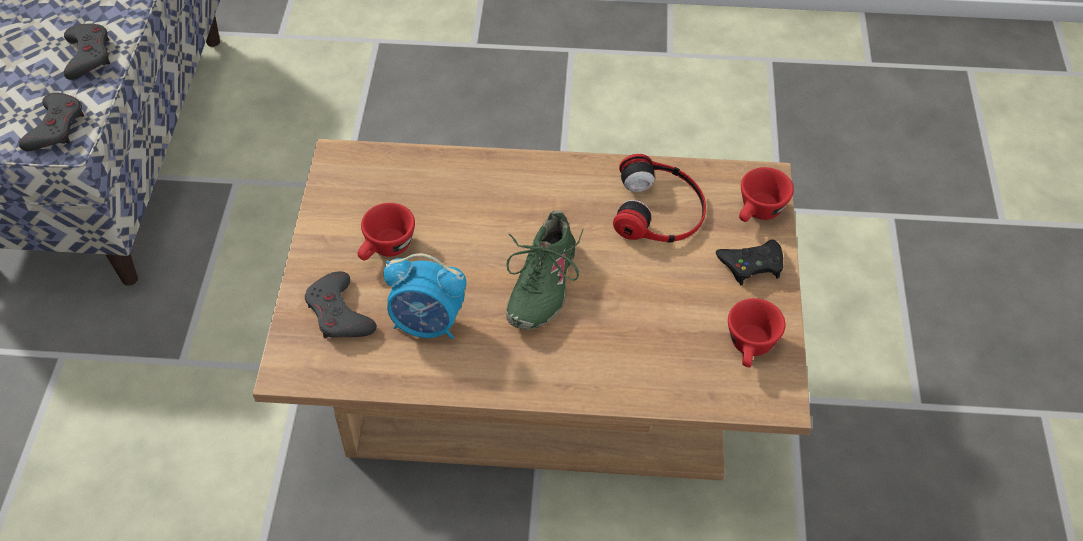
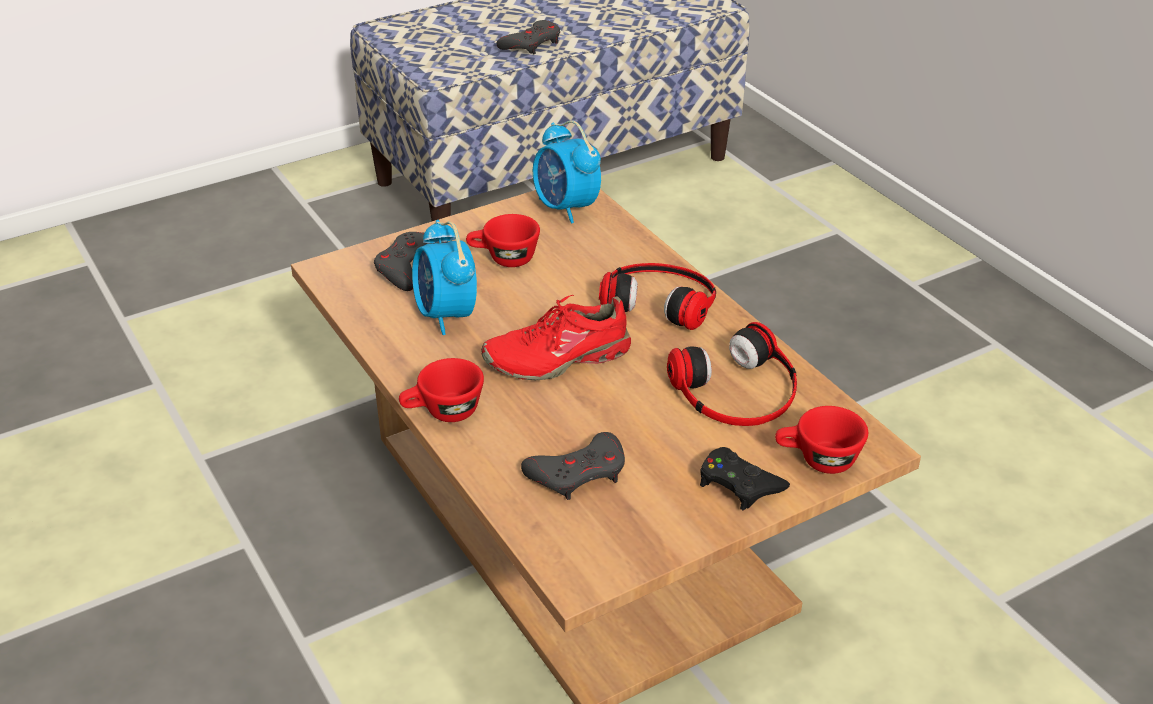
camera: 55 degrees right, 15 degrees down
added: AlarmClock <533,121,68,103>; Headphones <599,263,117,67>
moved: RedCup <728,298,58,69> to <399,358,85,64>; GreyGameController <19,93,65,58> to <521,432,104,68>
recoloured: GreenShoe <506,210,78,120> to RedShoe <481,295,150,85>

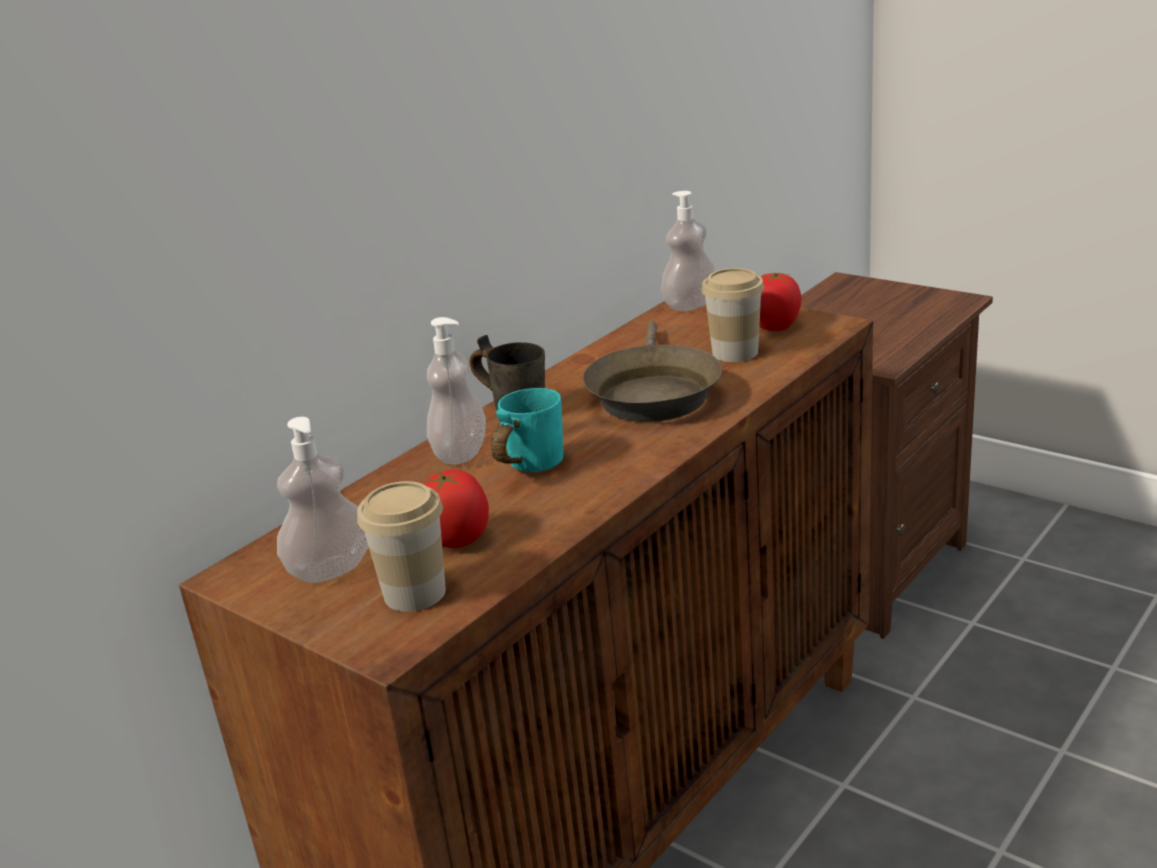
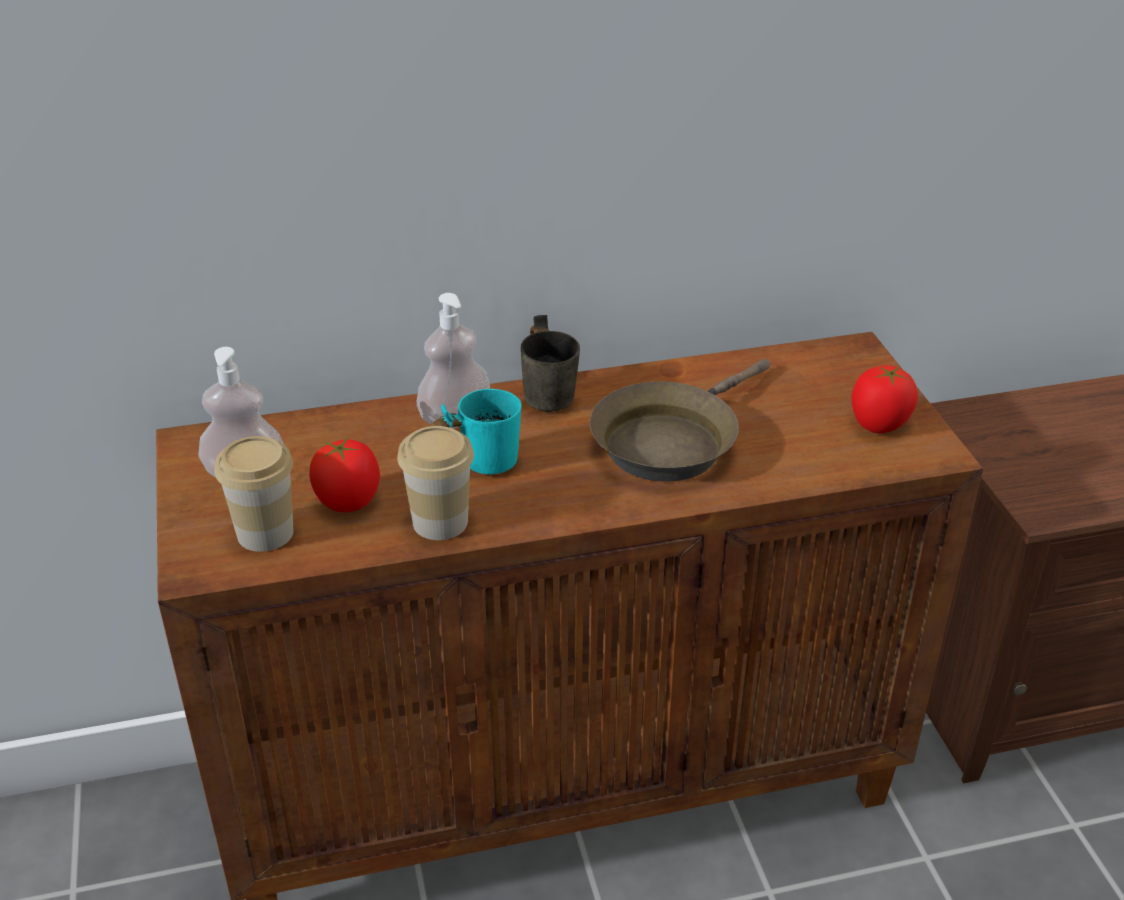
camera: 35 degrees right, 10 degrees up
removed: SoapDispenser <661,191,54,120>
moved: Cup <702,268,62,94> to <397,426,77,114>

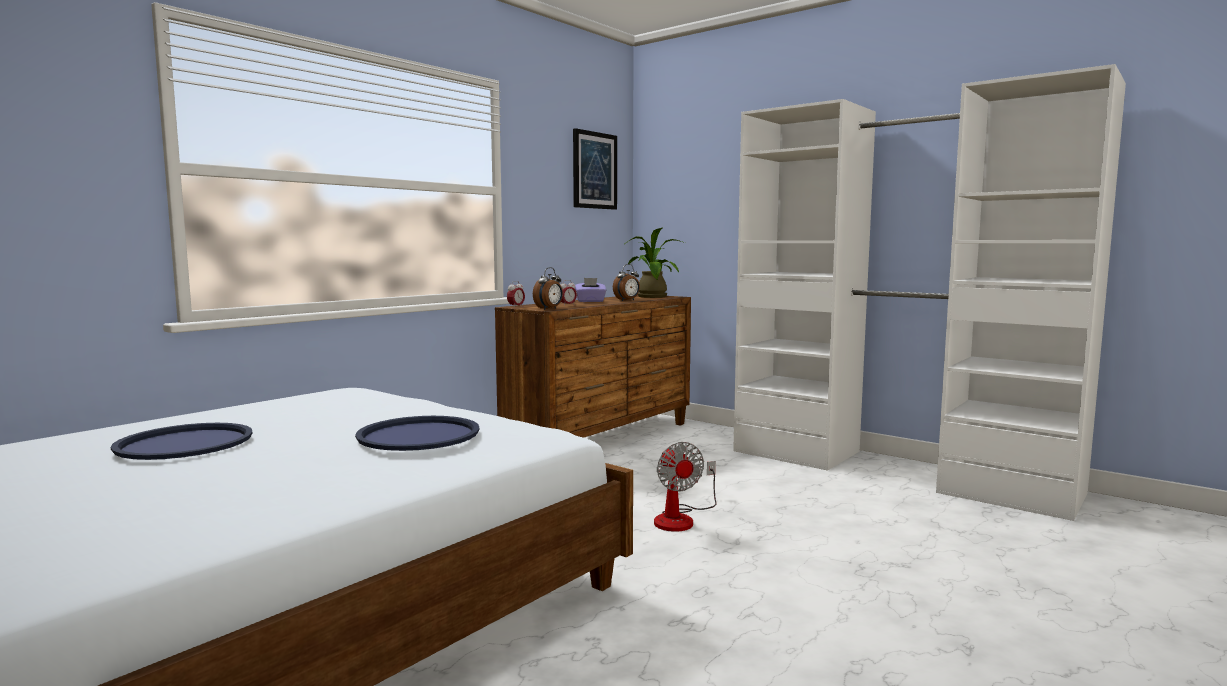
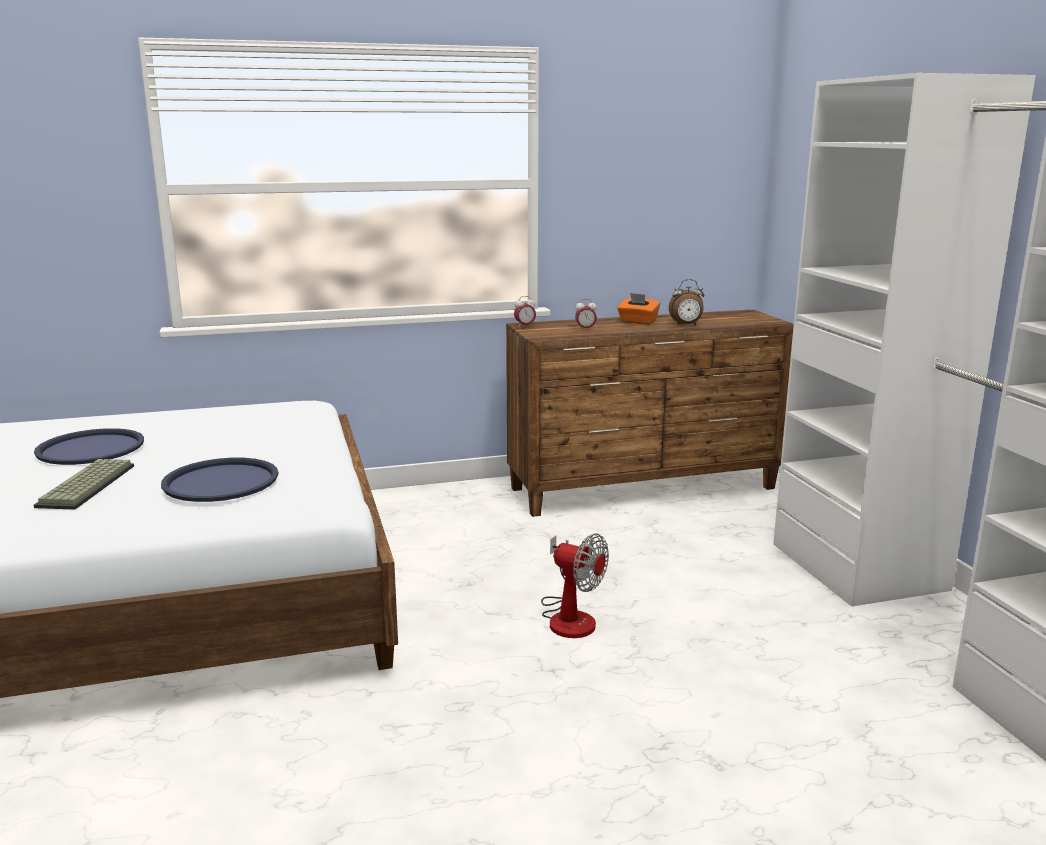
camera: 35 degrees right, 10 degrees up
removed: AlarmClock <533,267,30,43>; Picture <573,128,44,82>; PottedPlant <626,228,59,70>
added: Keyboard <34,459,100,50>
recoloured: PurpleTissueBox <575,278,31,24> to OrangeTissueBox <617,293,43,32>
turned: Fan <654,442,63,90> = <541,533,68,105> 75 degrees counterclockwise

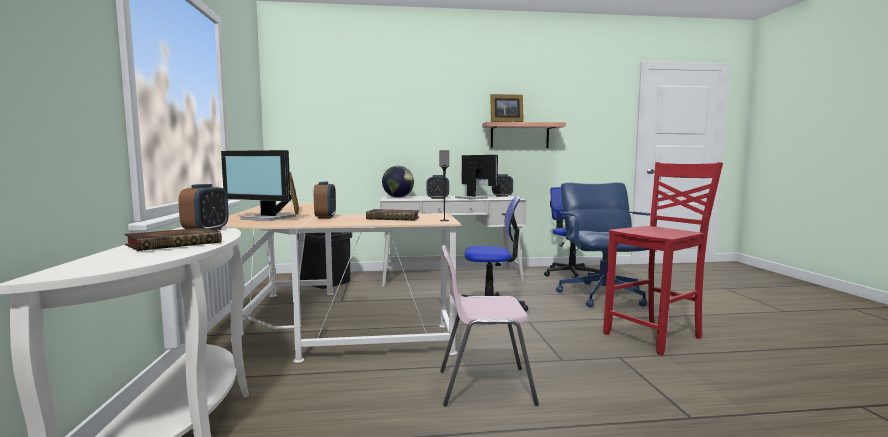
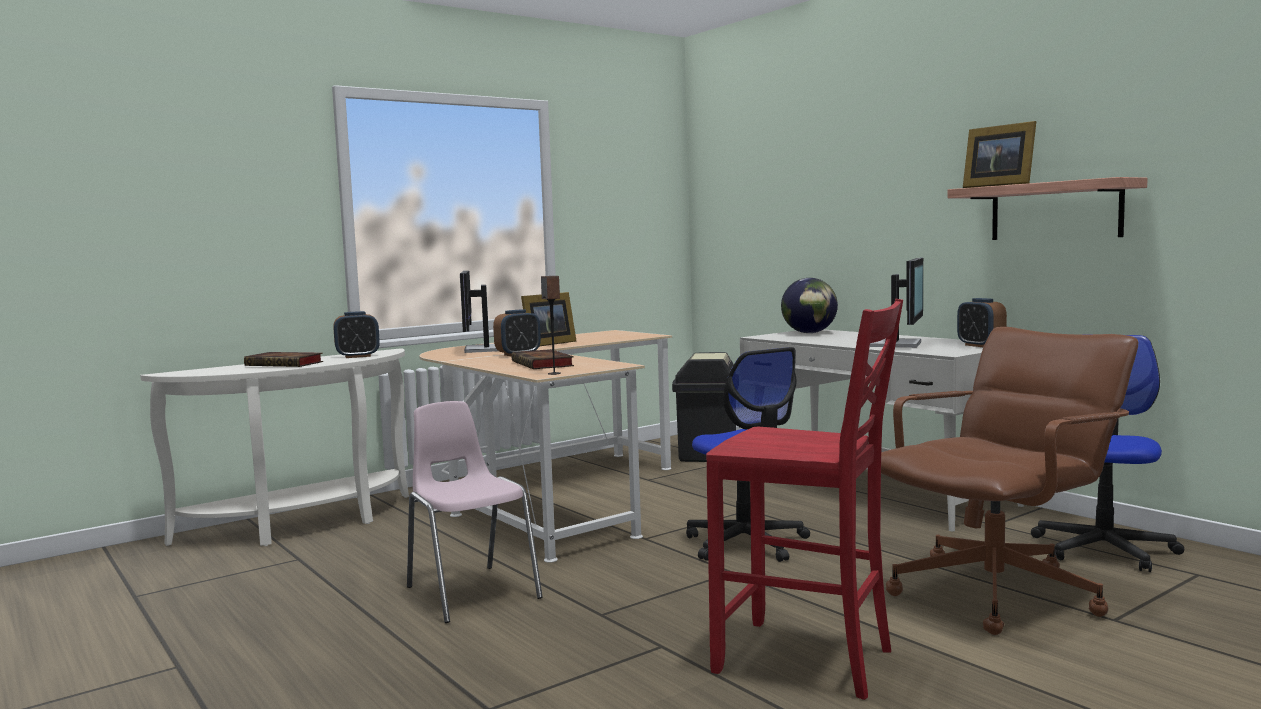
camera: 60 degrees right, 0 degrees up
removed: AlarmClock <427,175,22,24>
recoloured: BlueOfficeChair <556,182,101,125> to BrownOfficeChair <881,327,257,308>

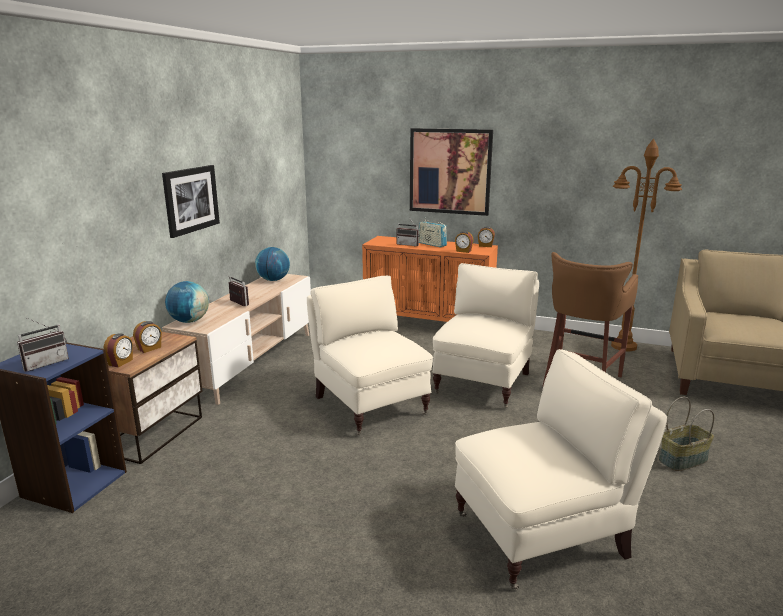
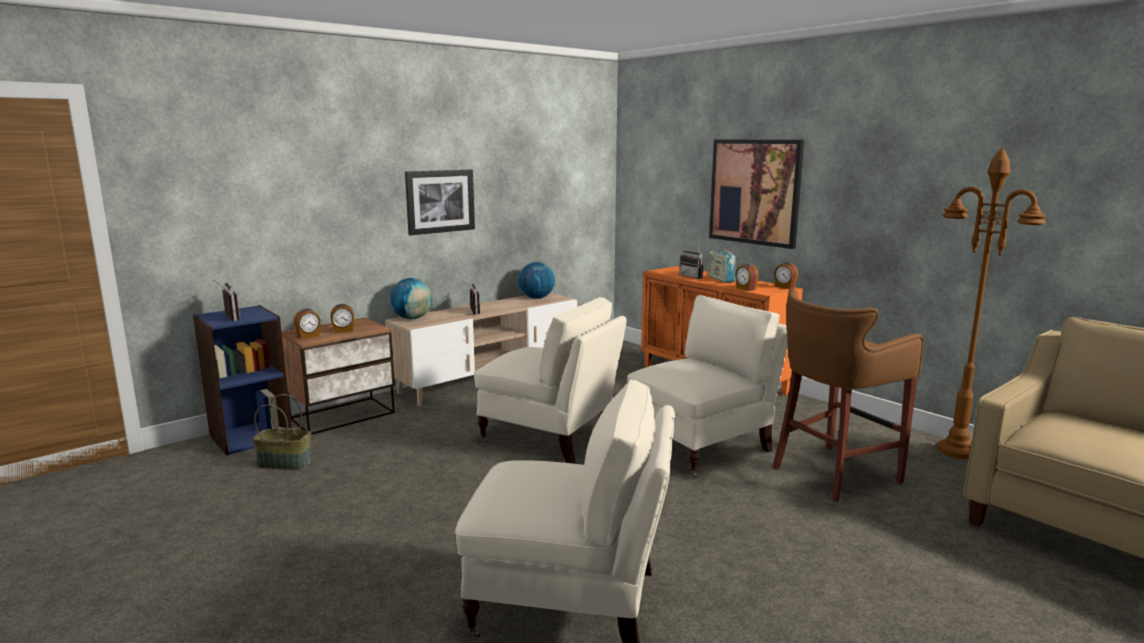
camera: 30 degrees right, 5 degrees down
moved: Basket <659,397,55,74> to <252,394,61,76>
turned: Radio <17,318,52,54> = <212,279,28,42> 105 degrees counterclockwise; BeigeArmchair <307,276,126,159> = <474,297,153,167> 120 degrees clockwise

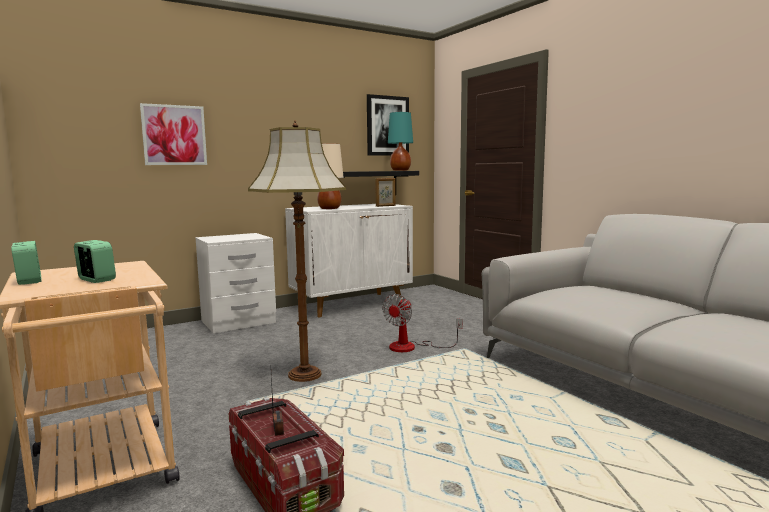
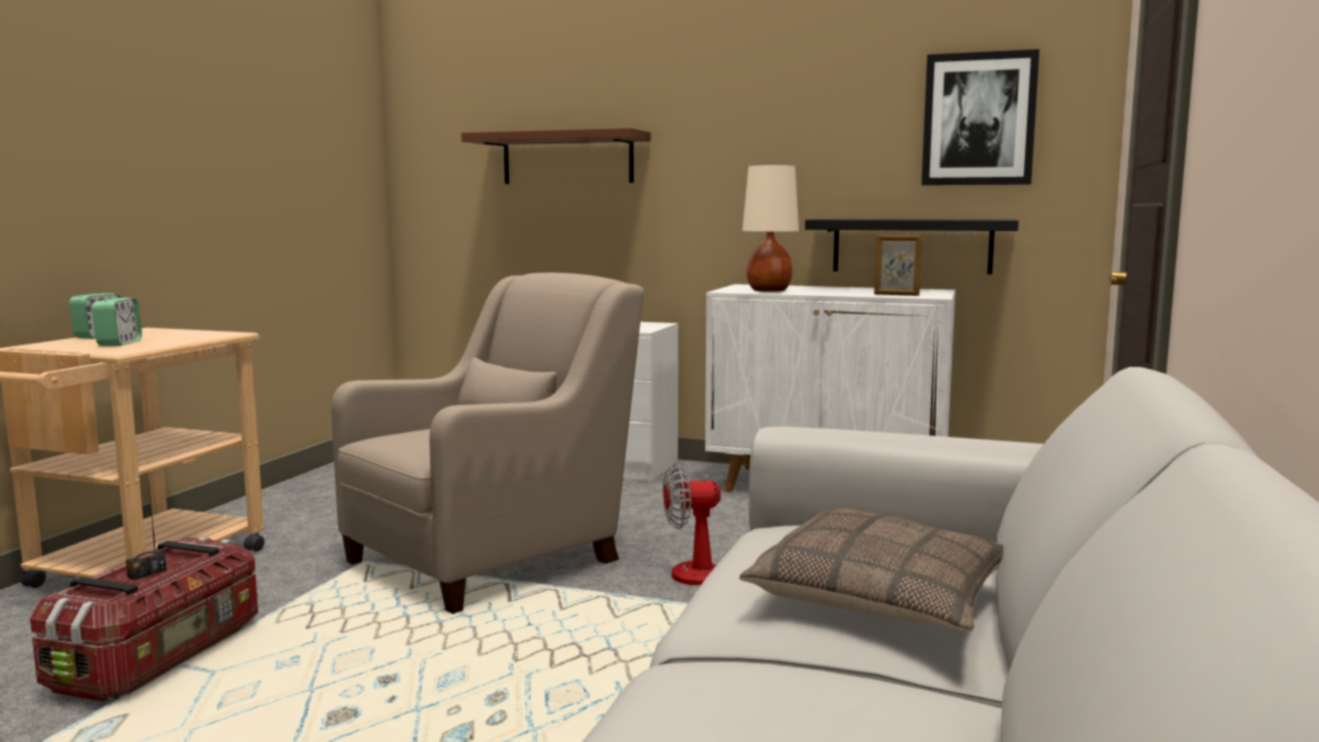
camera: 50 degrees right, 0 degrees up
removed: TurquoiseTableLamp <388,112,25,59>
added: Pillow <739,507,264,125>
replaced: FloorLamp <248,121,98,261> to BeigeArmchair <331,273,313,341>; Picture <140,103,67,62> to BrownShelf <461,128,190,56>

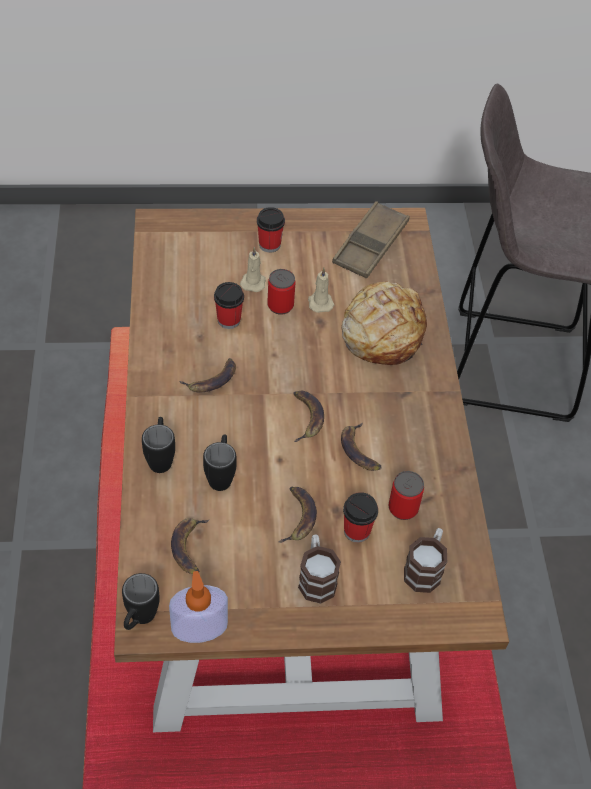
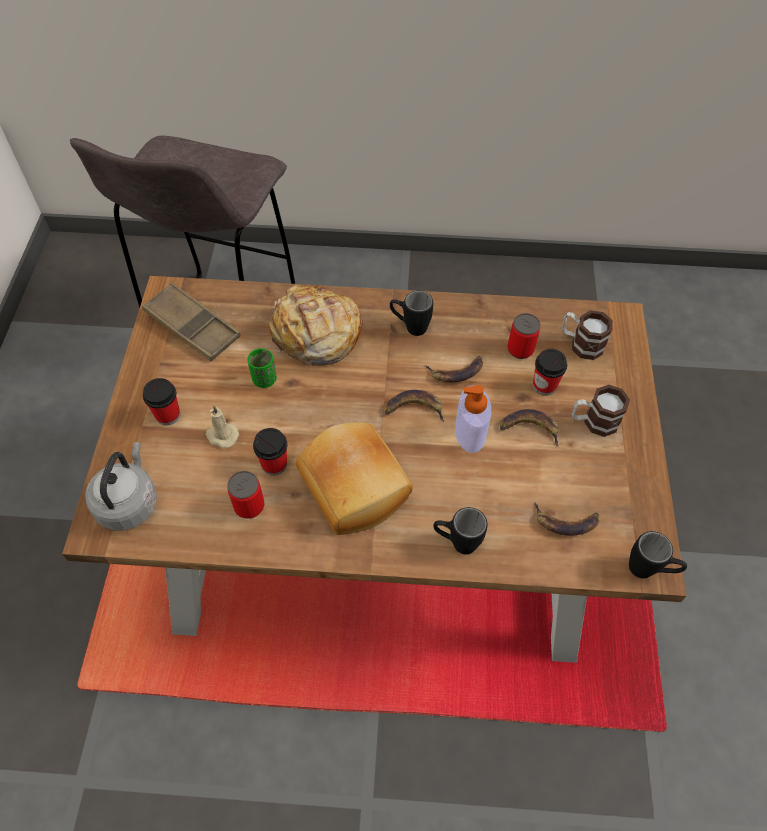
camera: 80 degrees left, 5 degrees up
added: GreyKettle <85,442,72,89>
moved: Can <267,269,28,46> to <228,471,36,48>; BlackMug <203,435,34,56> to <390,291,43,45>; SoapDispenser <169,571,59,72> to <455,385,36,68>
replaced: BeigeCandle <308,268,26,45> to GreenCup <247,348,30,40>; Banana <179,358,57,34> to Bread <296,422,117,113>

